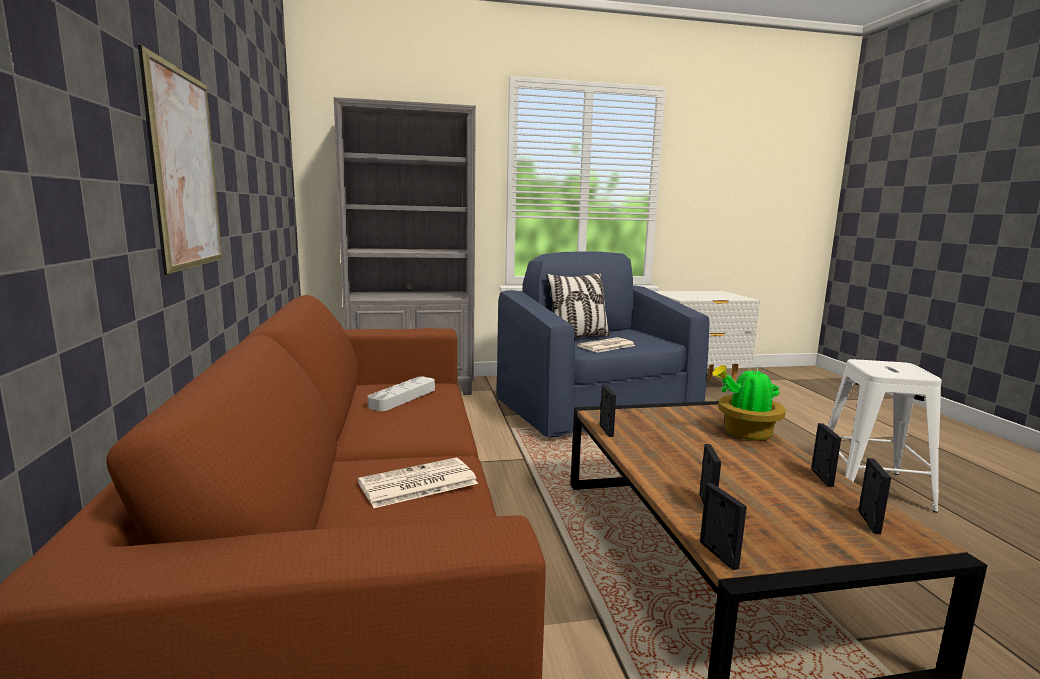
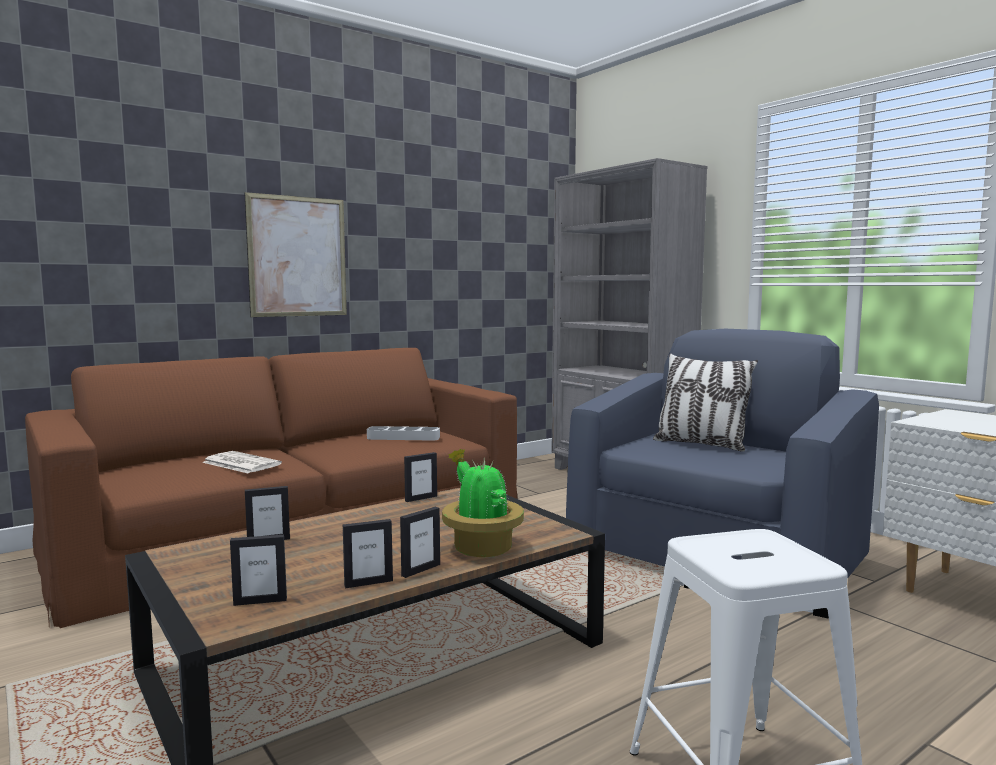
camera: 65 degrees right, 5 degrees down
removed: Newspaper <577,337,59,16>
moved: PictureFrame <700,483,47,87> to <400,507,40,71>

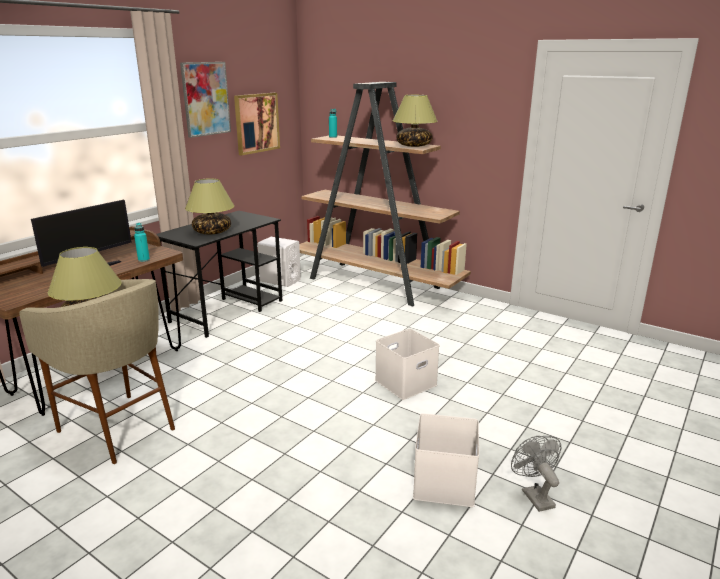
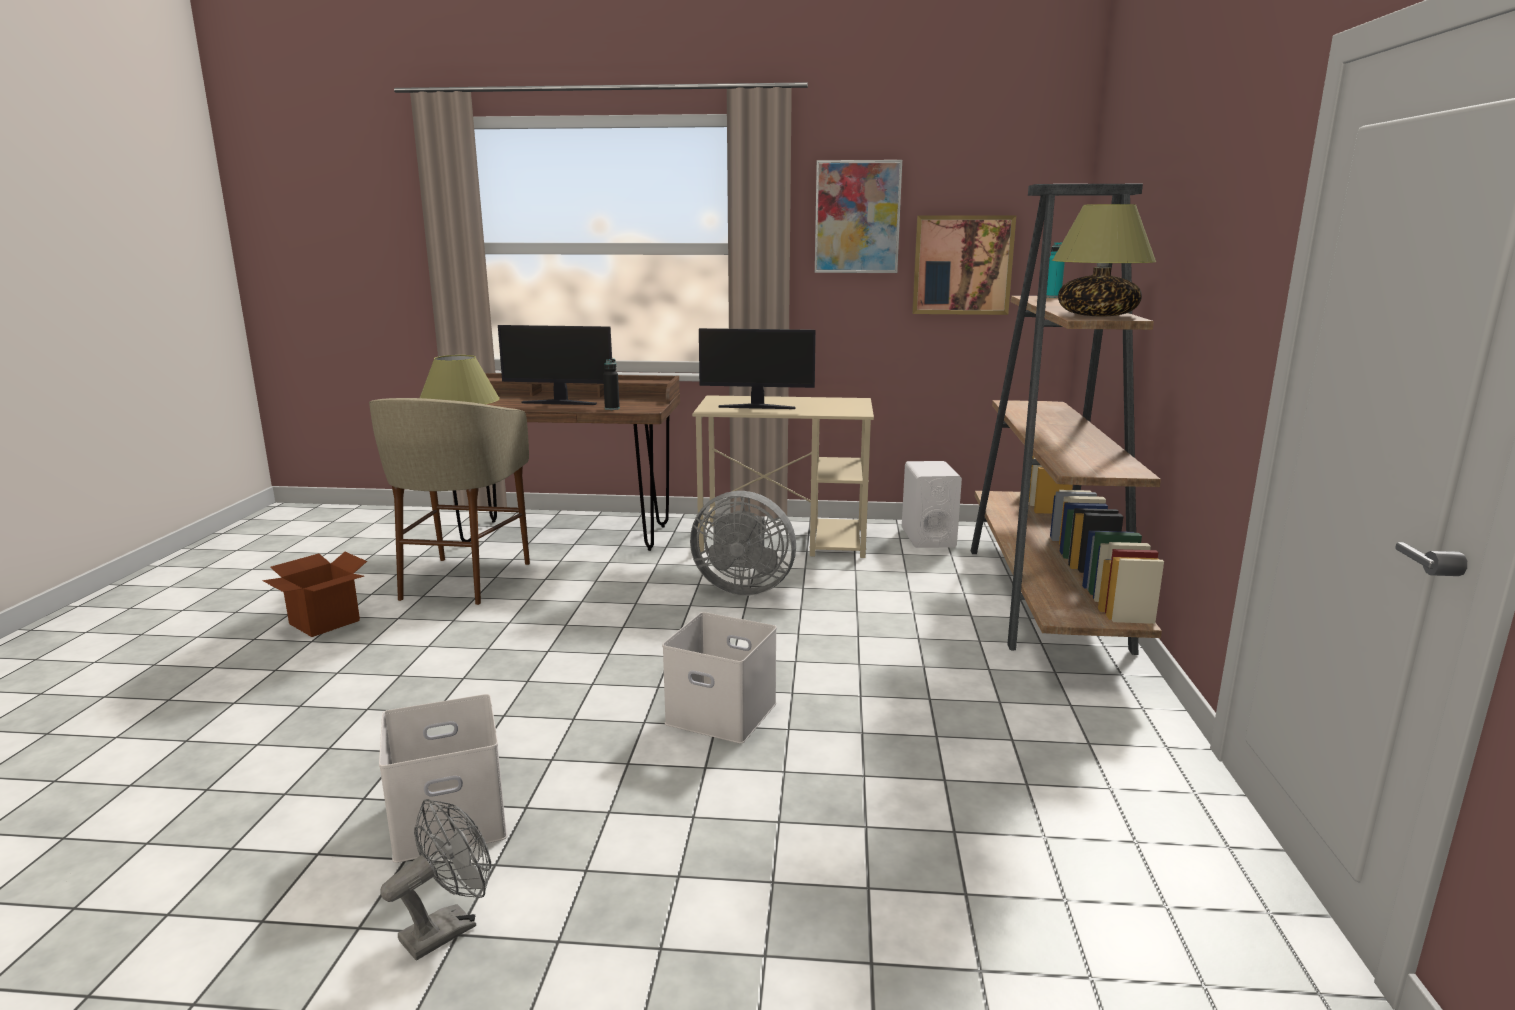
camera: 60 degrees right, 5 degrees down
added: CardboardBox <262,552,105,85>; GreyFan <690,491,106,105>
replaced: TableLamp <185,178,49,56> to Monitor <699,328,117,81>
recoloured: TurquoiseBottle <134,223,16,39> to BlackBottle <603,359,17,51>; BlackDesk <156,211,126,127> to BeigeDesk <692,395,182,163>

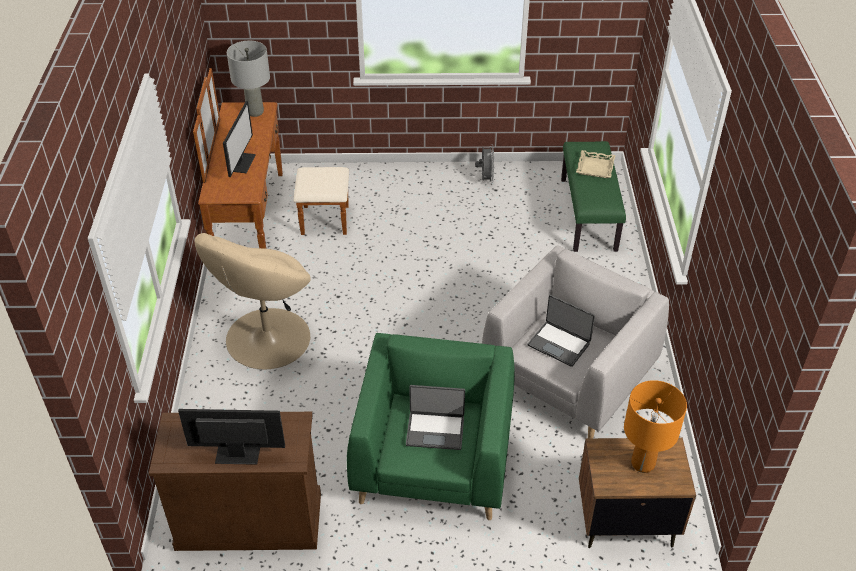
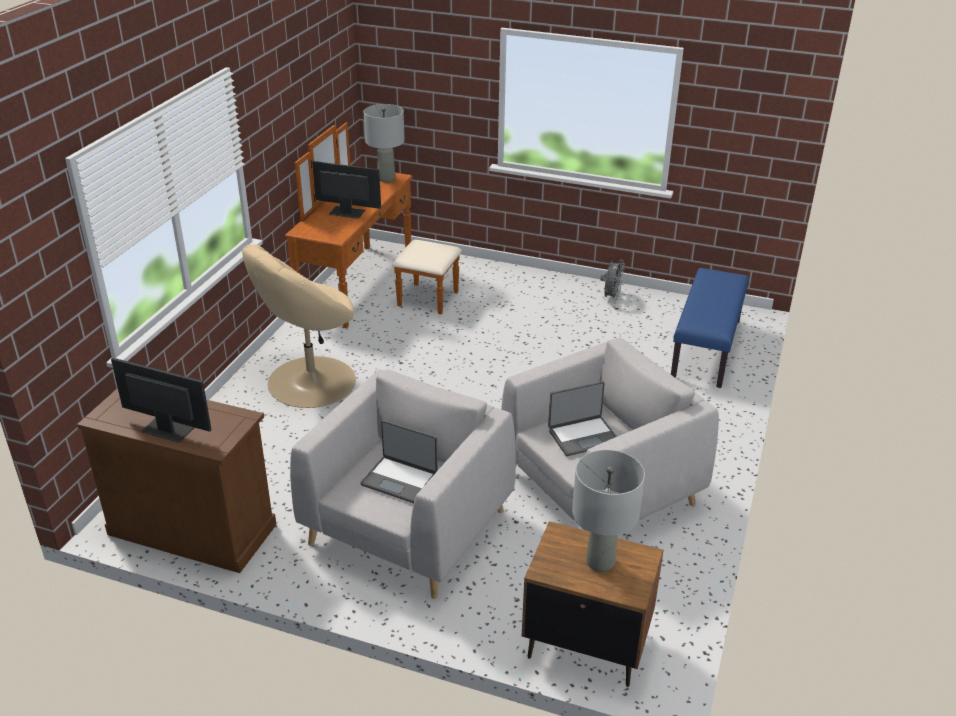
camera: 20 degrees right, 10 degrees down
removed: BeigeTray <576,150,40,28>
recoloured: GreenArmchair <347,333,168,187> to GreyArmchair <290,369,226,230>; OrangeTableLamp <624,380,63,93> to GreyTableLamp <572,450,73,122>; GreenBench <561,141,65,111> to BlueBench <671,268,78,120>
turned: Monitor <223,101,33,76> = <312,161,69,58> 105 degrees counterclockwise; Laptop <527,295,68,72> = <548,381,69,75> 75 degrees counterclockwise

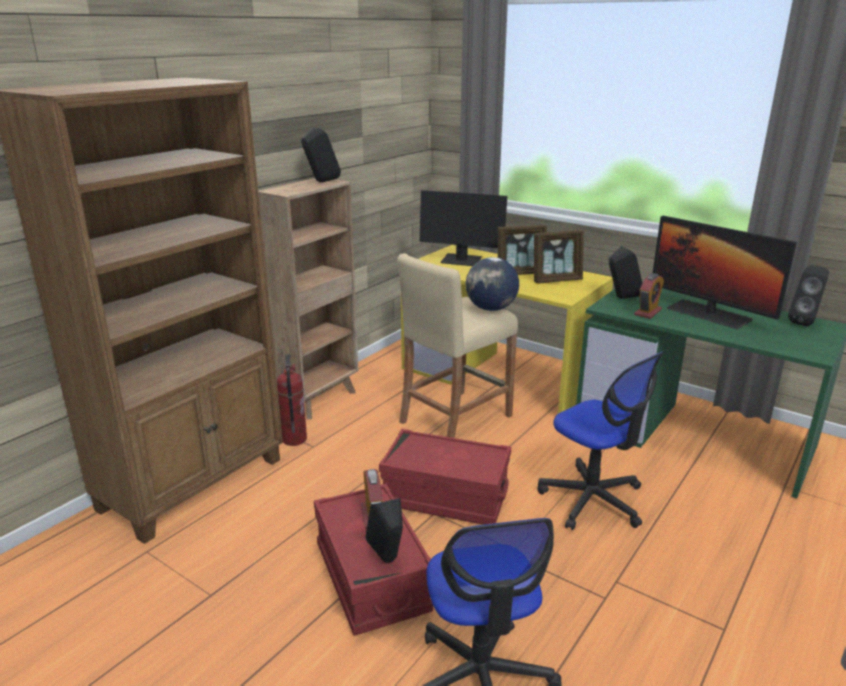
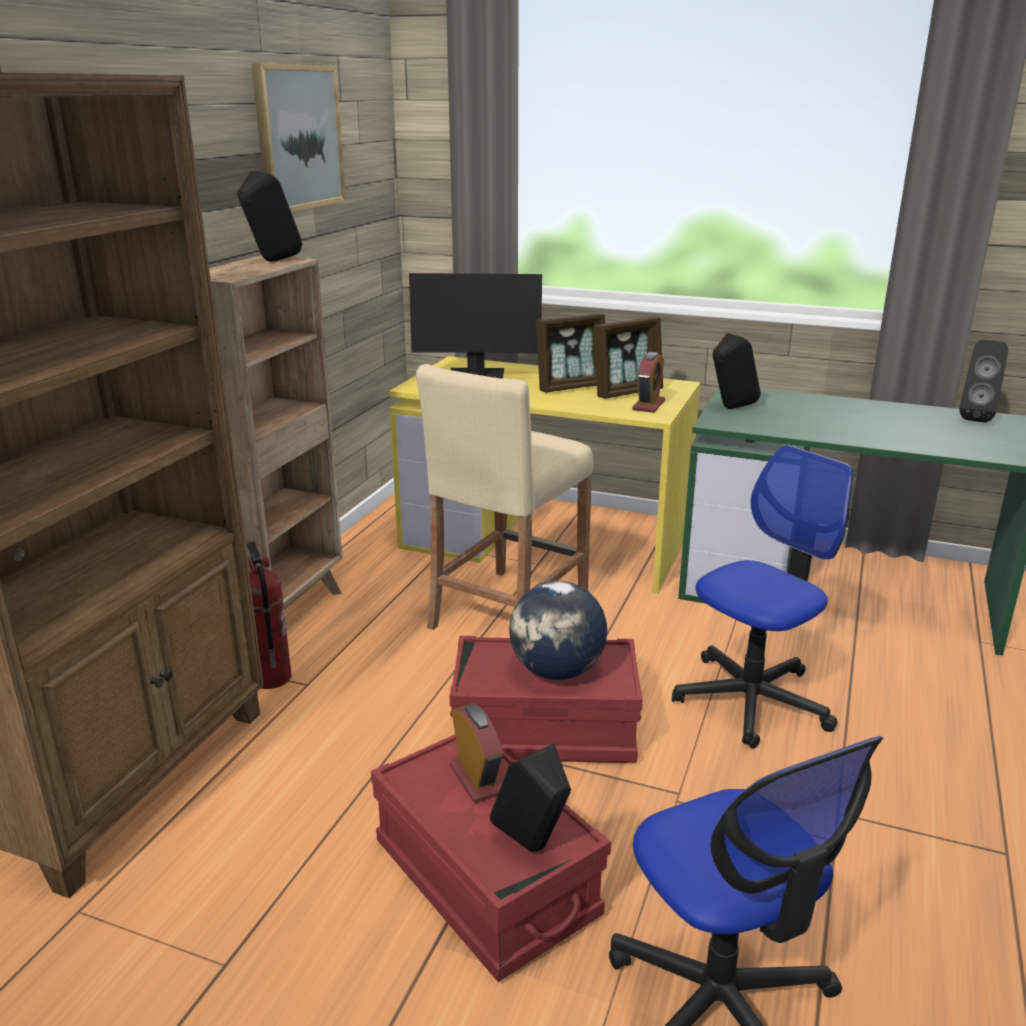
camera: 15 degrees left, 0 degrees up
removed: Monitor <653,216,144,113>
added: Picture <251,63,95,149>
moved: Globe <466,257,53,54> to <509,581,98,99>; AlarmClock <634,273,30,46> to <632,352,33,61>
turned: OfficeChair <537,352,127,178> = <672,445,181,304> 75 degrees counterclockwise

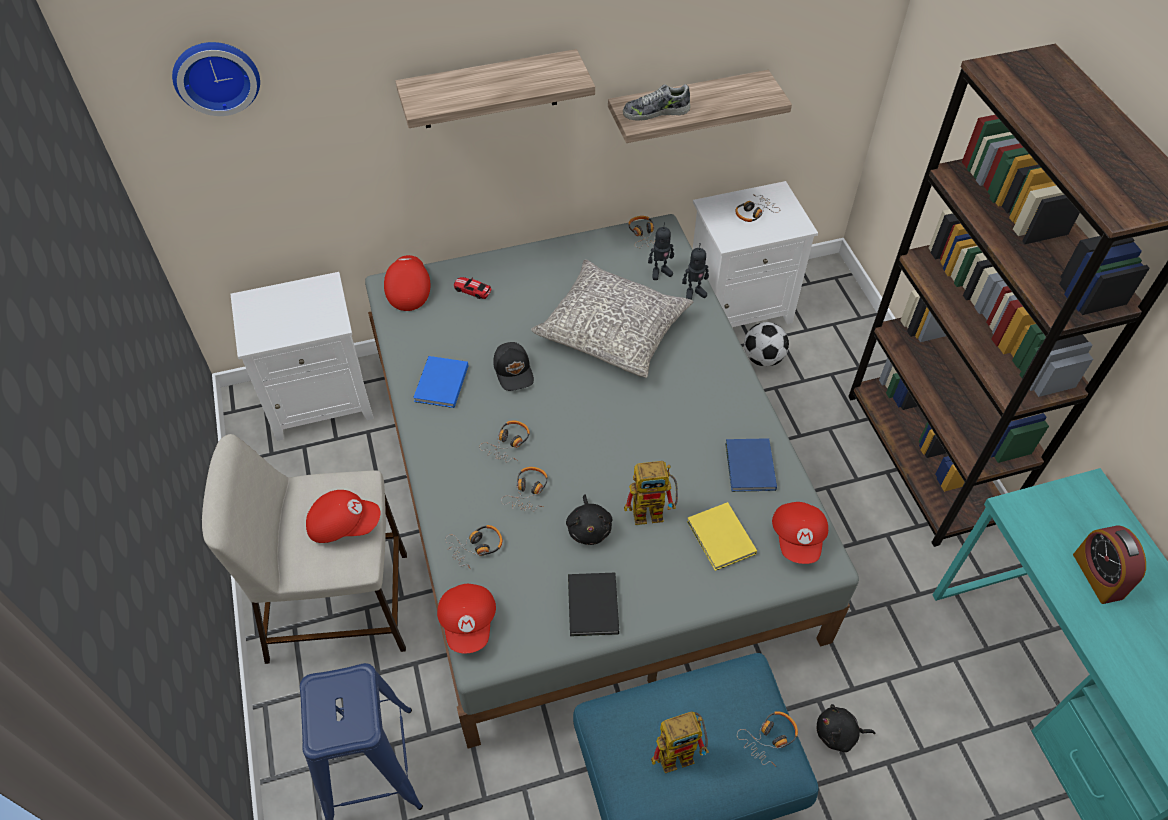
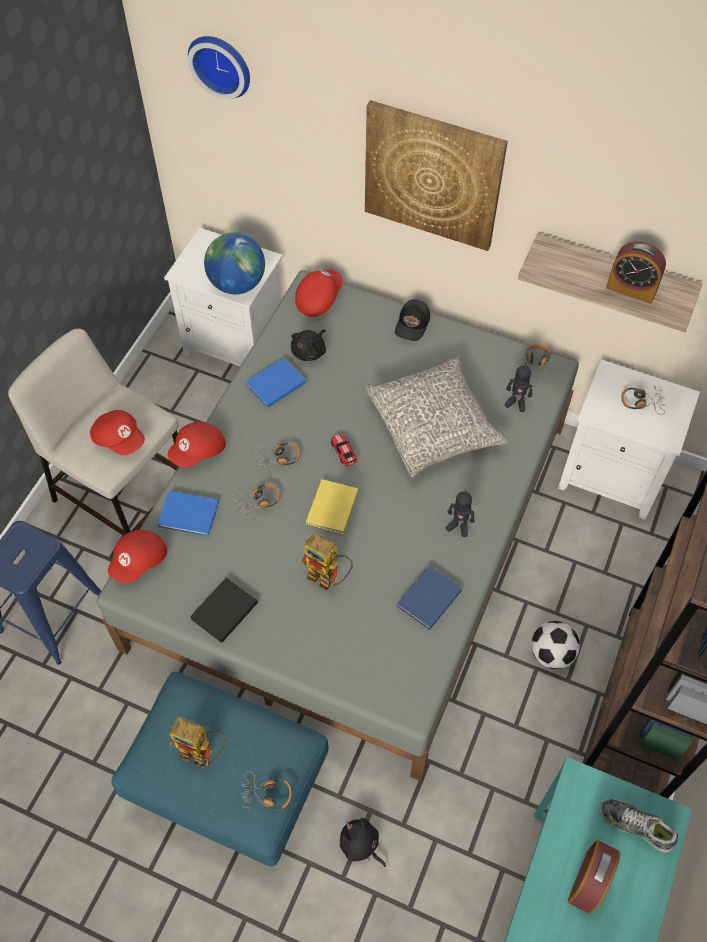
camera: 40 degrees right, 5 degrees up
added: Globe <204,232,61,62>; AlarmClock <606,241,60,63>
moved: RedCap <772,502,56,62> to <168,422,58,45>; BlackPlushToy <566,494,46,51> to <291,329,35,32>; YellowBook <687,502,70,69> to <306,479,52,56>; ToyCar <454,277,38,22> to <331,434,26,32>; BlackCap <493,342,41,49> to <395,299,35,42>; ToyRobot <682,243,27,57> to <446,490,29,47>; Football <744,322,45,45> to <531,621,49,48>; Shoe <623,84,67,37> to <599,799,79,54>
replaced: Headphones <445,525,57,45> to BlueBook <158,491,61,45>; Shelf <395,49,200,79> to Picture <365,100,143,151>

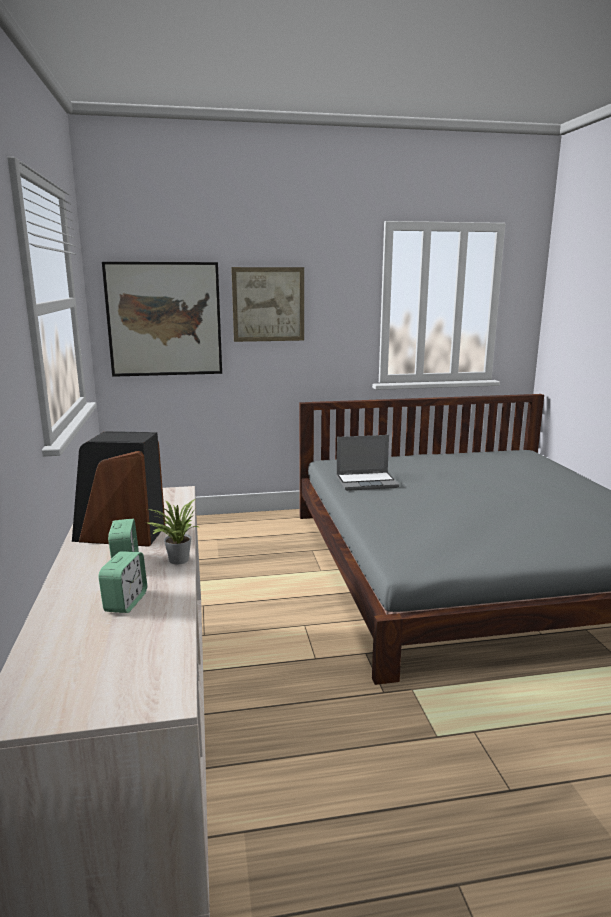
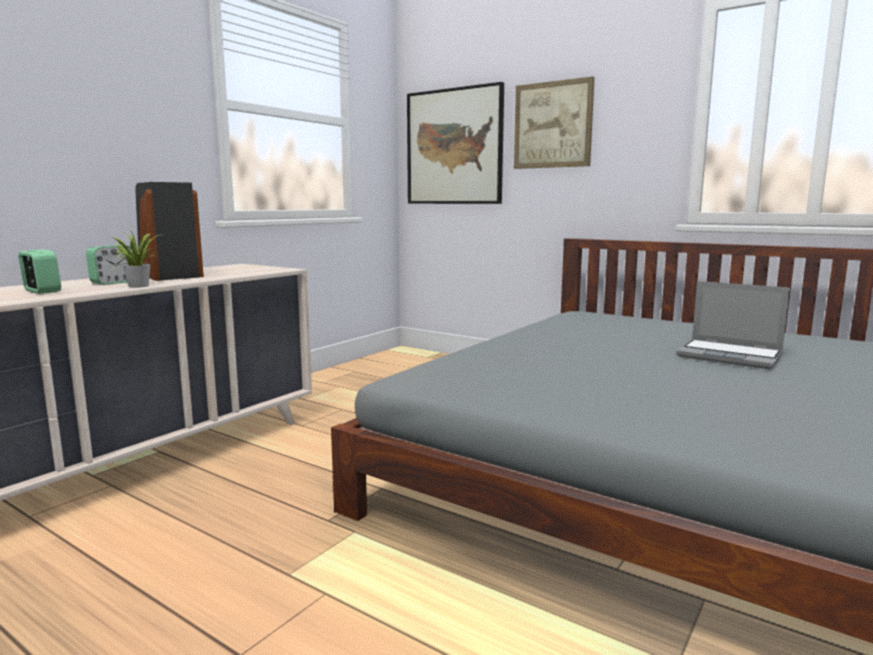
camera: 45 degrees right, 5 degrees down
moved: Laptop <336,435,63,56> to <676,281,114,88>
turned: AlarmClock <98,551,49,62> = <18,249,43,45> 105 degrees counterclockwise

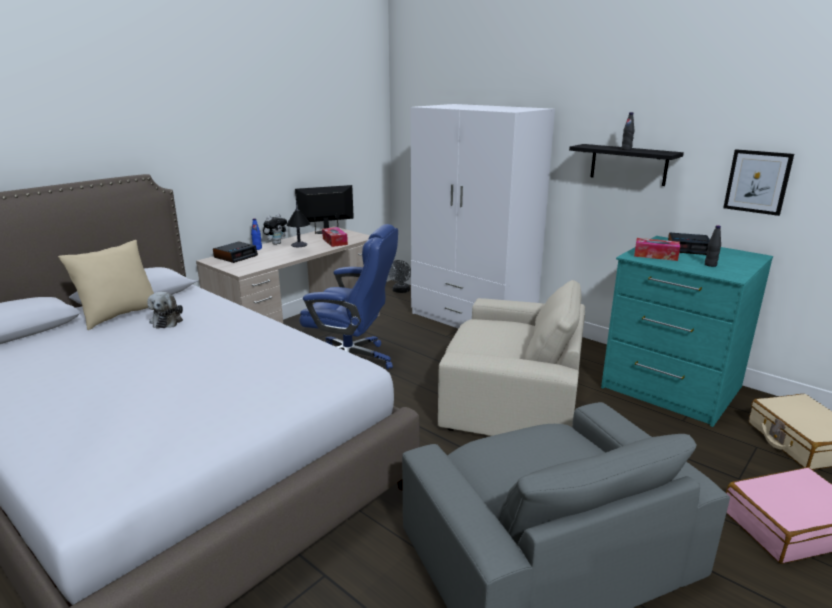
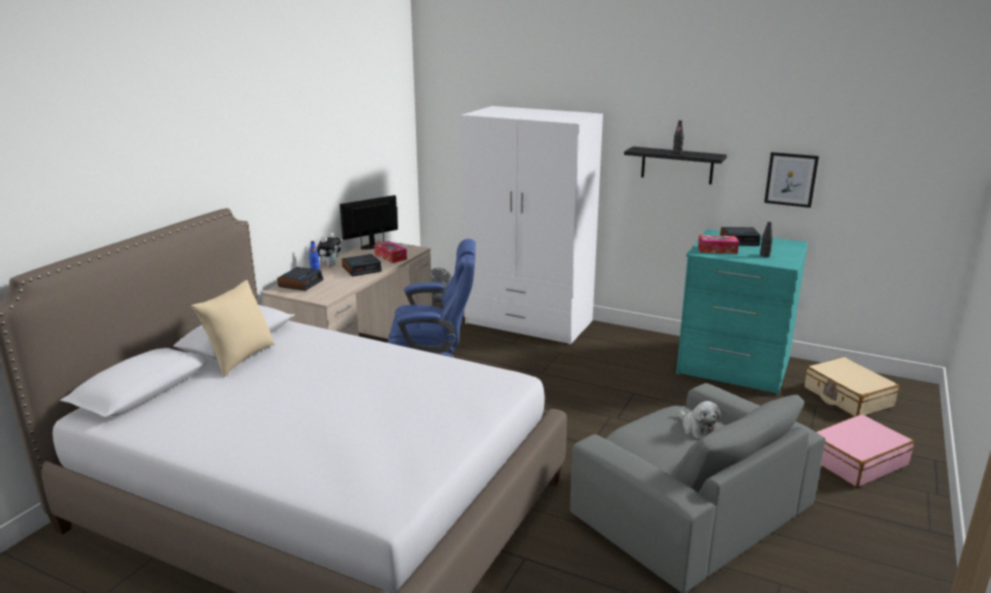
camera: 15 degrees left, 0 degrees up
removed: BeigeArmchair <438,280,147,156>
moved: PlushToy <147,292,36,37> to <678,401,43,38>
replaced: TableLamp <286,201,24,46> to AlarmClock <342,254,40,22>

